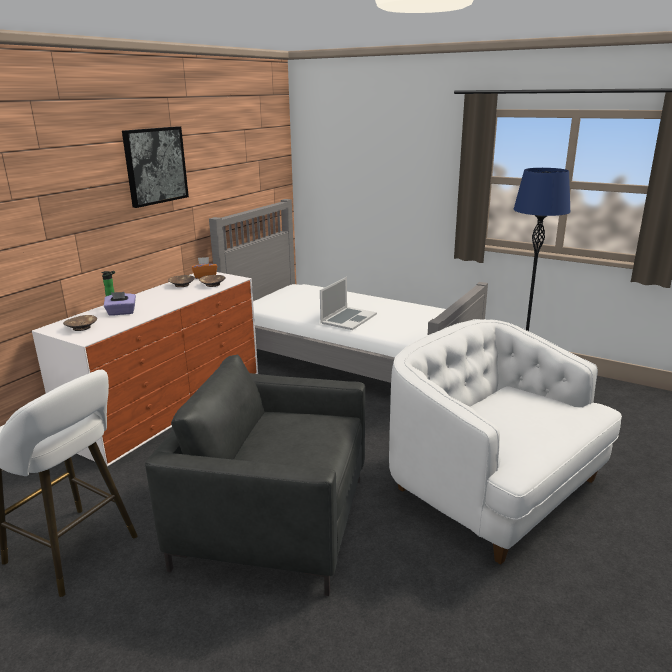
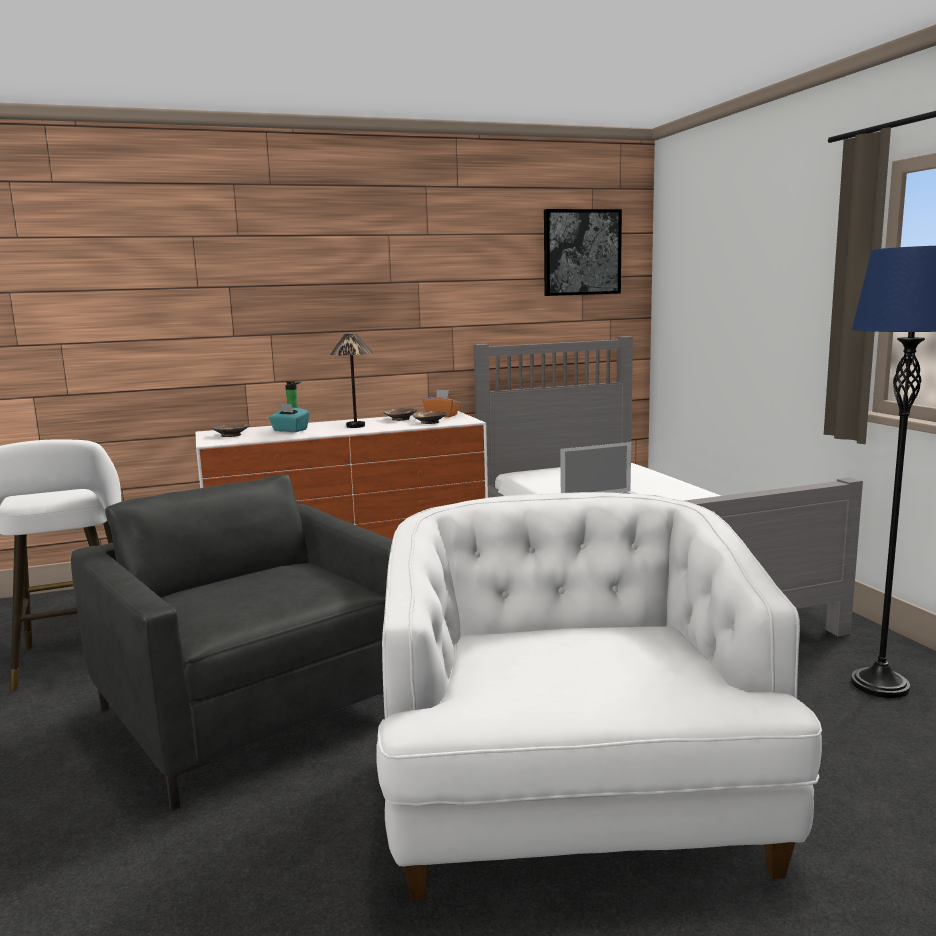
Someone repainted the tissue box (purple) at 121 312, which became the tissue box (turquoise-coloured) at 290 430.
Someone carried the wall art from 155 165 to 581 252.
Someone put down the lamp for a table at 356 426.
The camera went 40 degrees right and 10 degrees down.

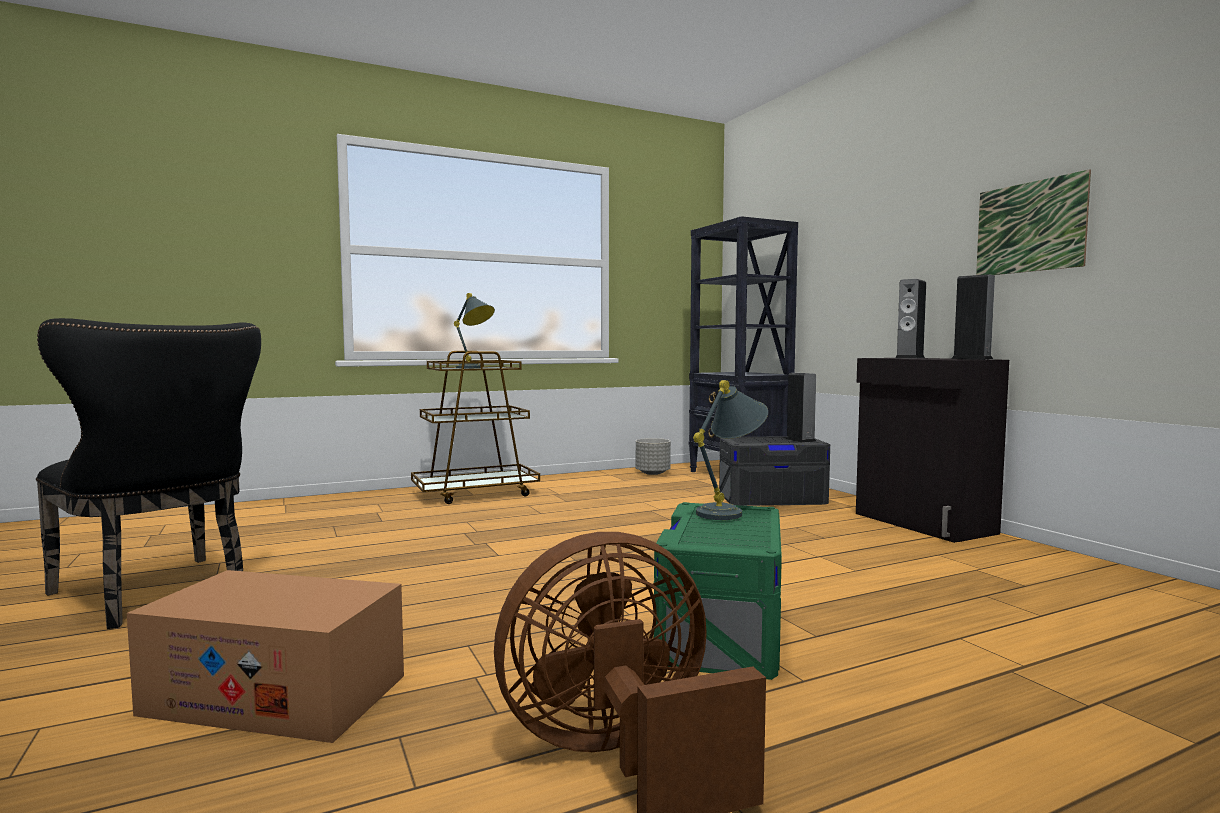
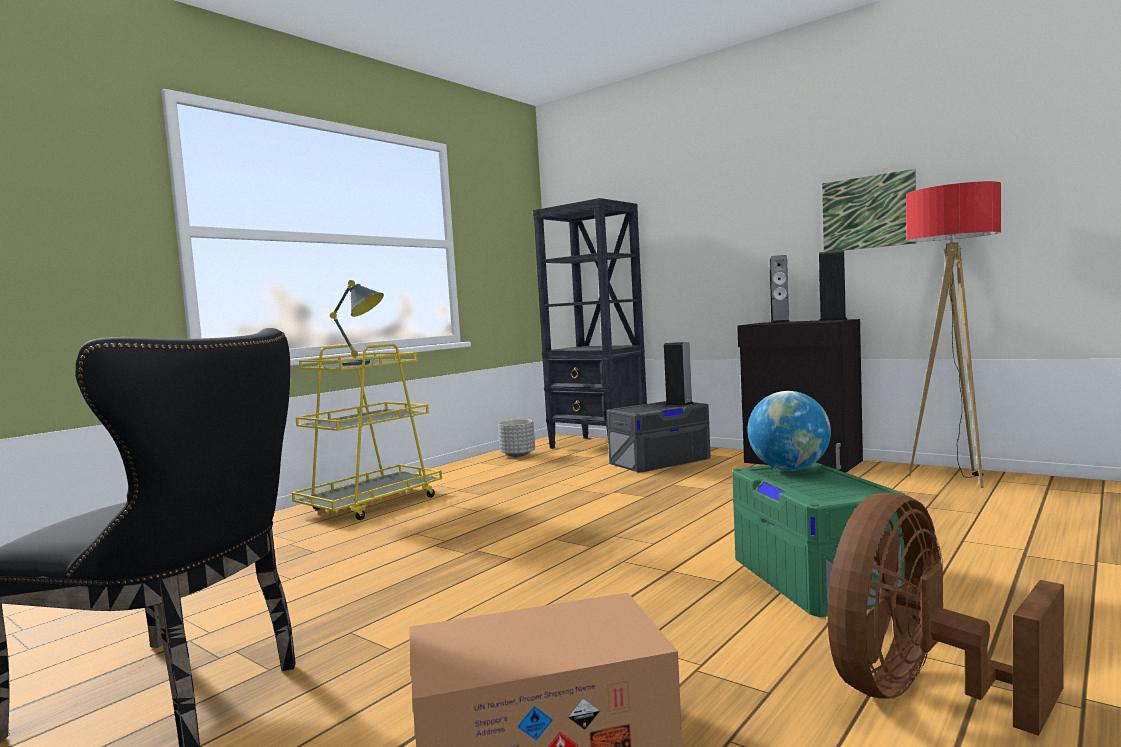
Someone repainted the cart (brown-coloured) at 476 493, which became the cart (yellow-coloured) at 372 504.
Someone swapped the lamp for a table (greyish) at 730 511 for the world globe at 789 469.
Someone put down the standard lamp at 954 478.
The camera went 25 degrees left and 0 degrees up.

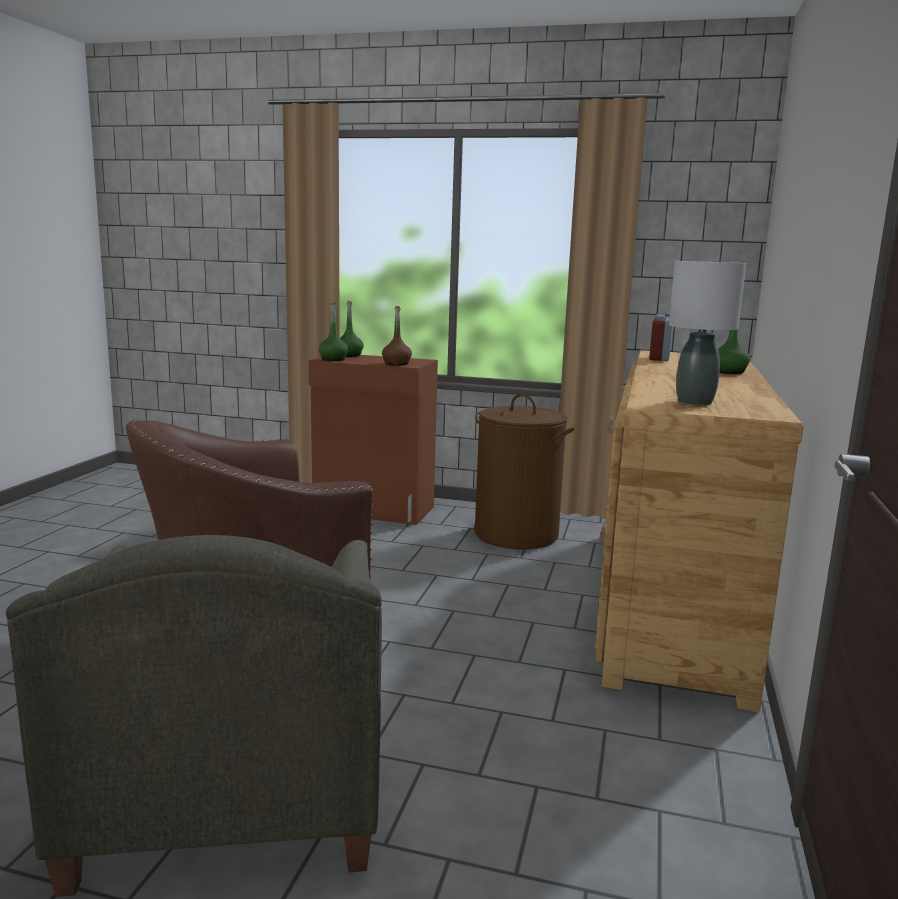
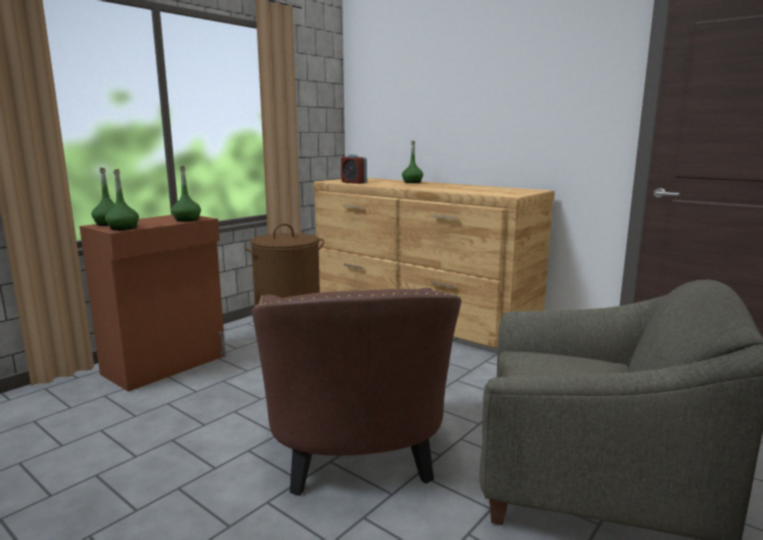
Someone repainted the drink bottle (brown-coloured) at 396 364, which became the drink bottle (green) at 187 220.
Someone took away the lamp for a table (greyish) at 695 402.
The camera went 65 degrees left and 0 degrees up.

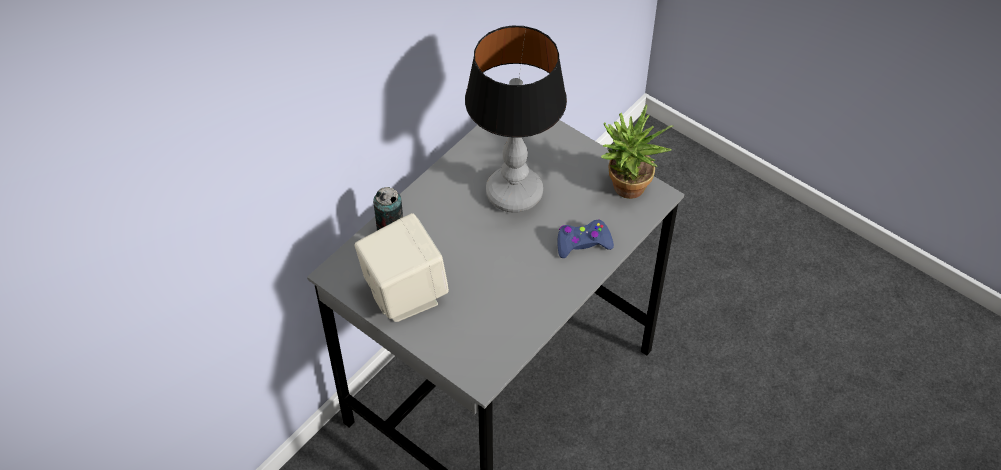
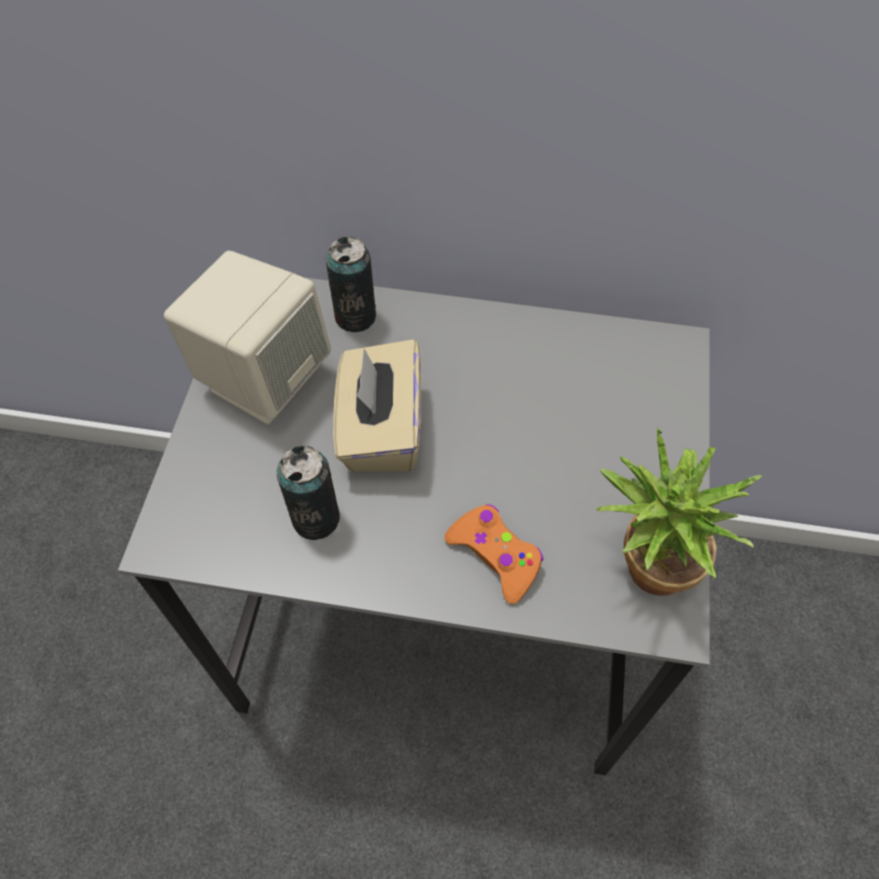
Someone took away the lamp for a table at 513 194.
Someone repainted the joypad (blue) at 583 243, which became the joypad (orange) at 495 555.
Someone put down the can at 315 518.
Someone put down the tissue box (beige) at 380 430.
The camera went 60 degrees right and 5 degrees up.

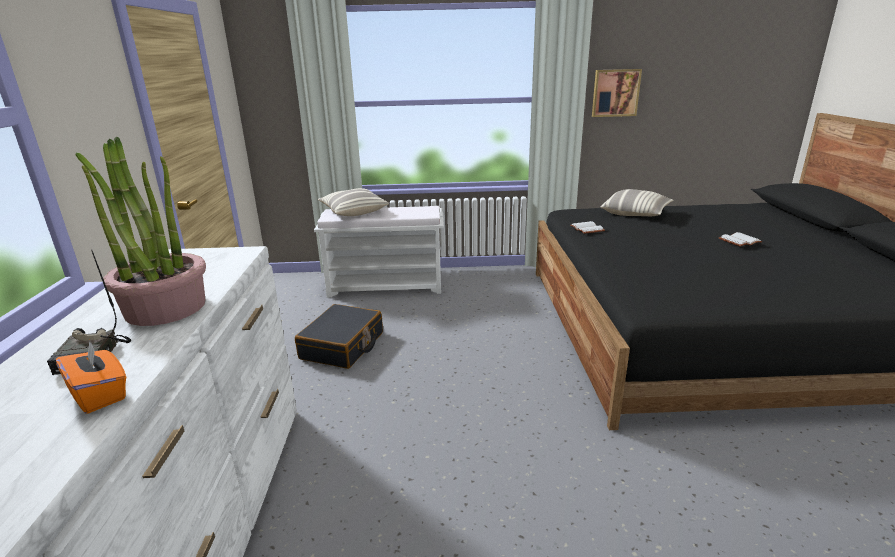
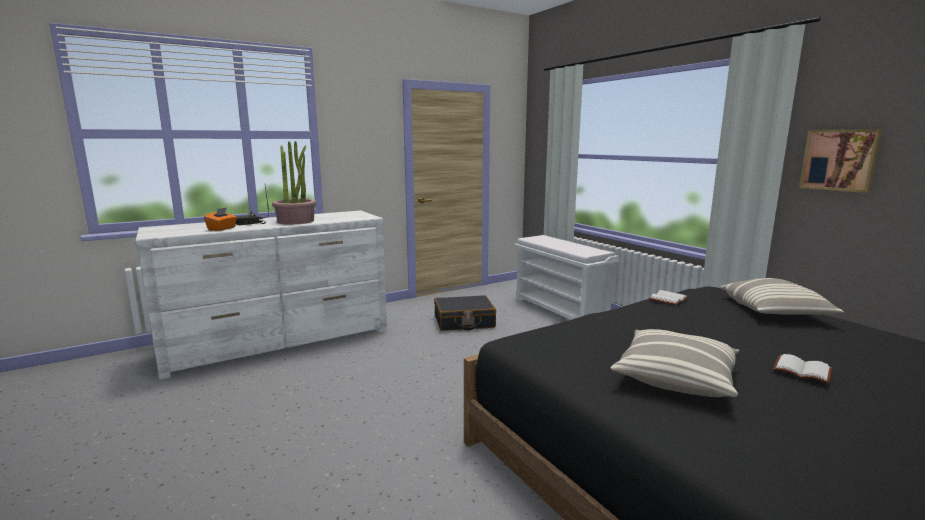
Someone carried the pillow from 353 212 to 675 377.
The camera went 60 degrees right and 10 degrees down.

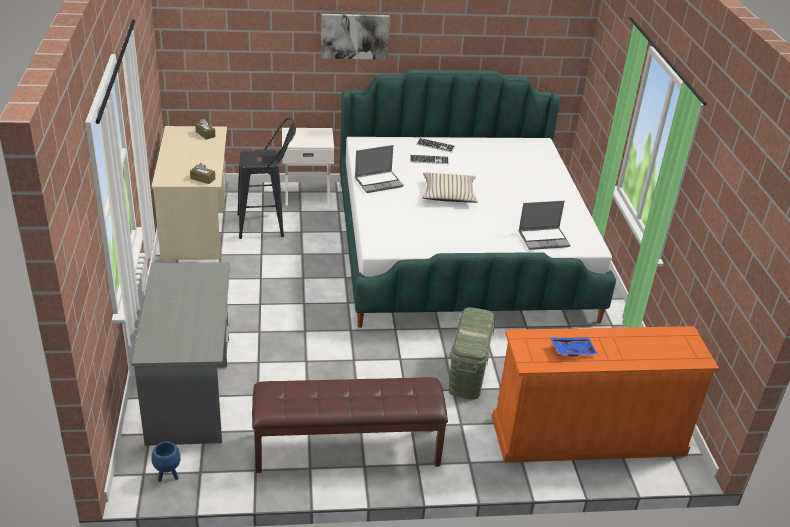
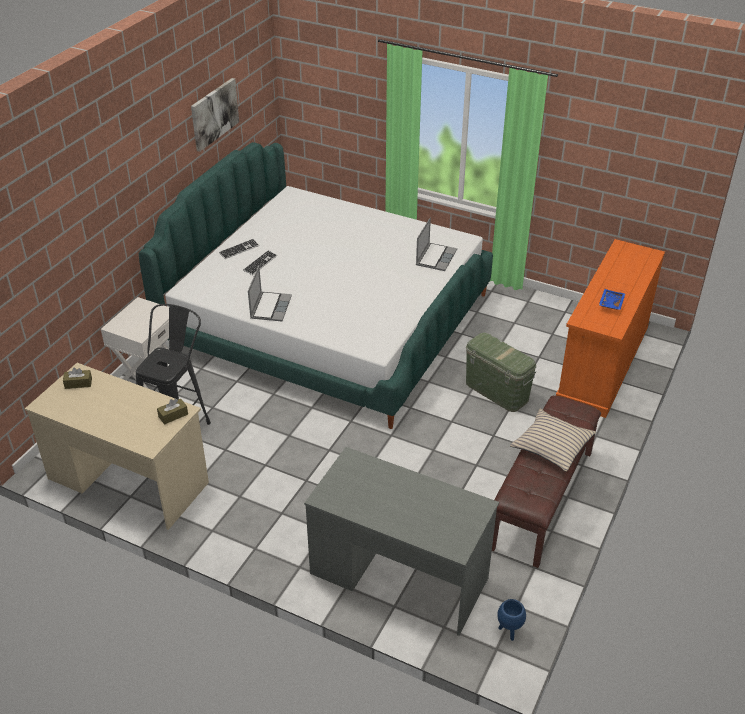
Someone carried the wall art from 354 36 to 214 114.
Someone carried the pillow (beige) from 448 194 to 551 446.
The camera went 55 degrees left and 5 degrees up.

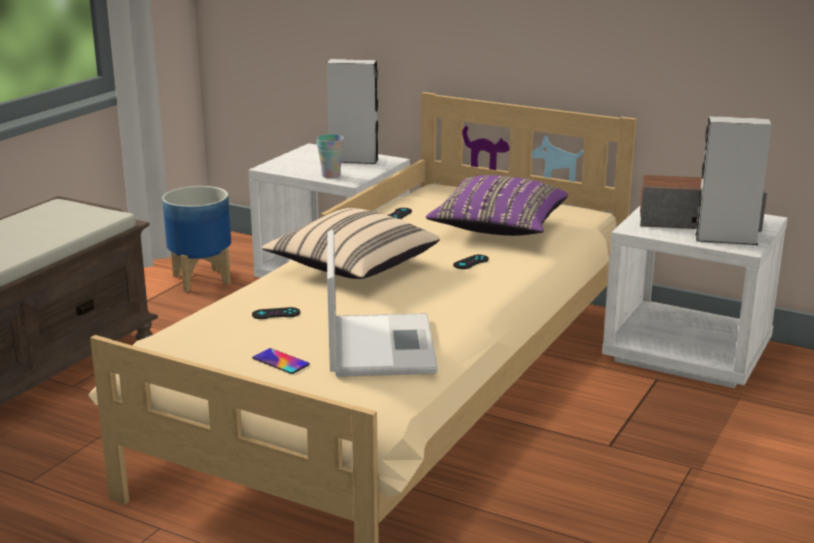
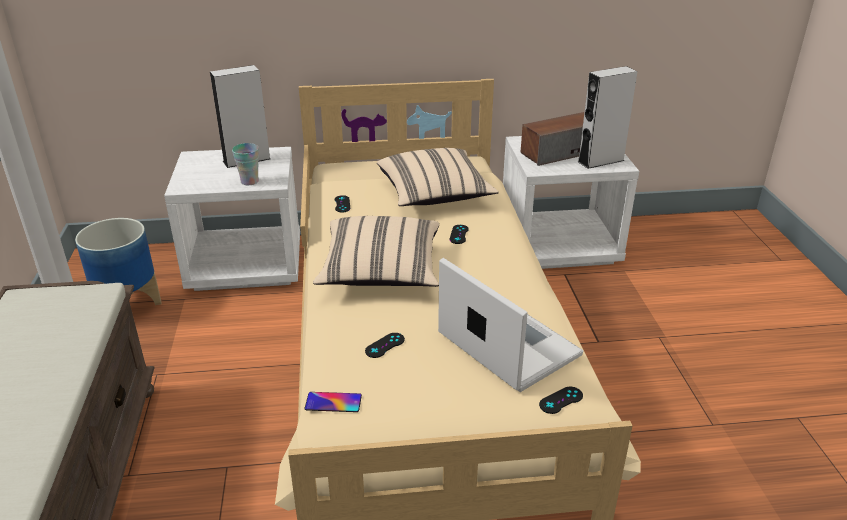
Someone carried the telephone from 280 361 to 333 402.
Someone repainted the pillow (purple) at 498 229, which became the pillow (beige) at 434 195.
Someone put down the joypad (blackish) at 561 400.
The camera went 35 degrees left and 10 degrees up.

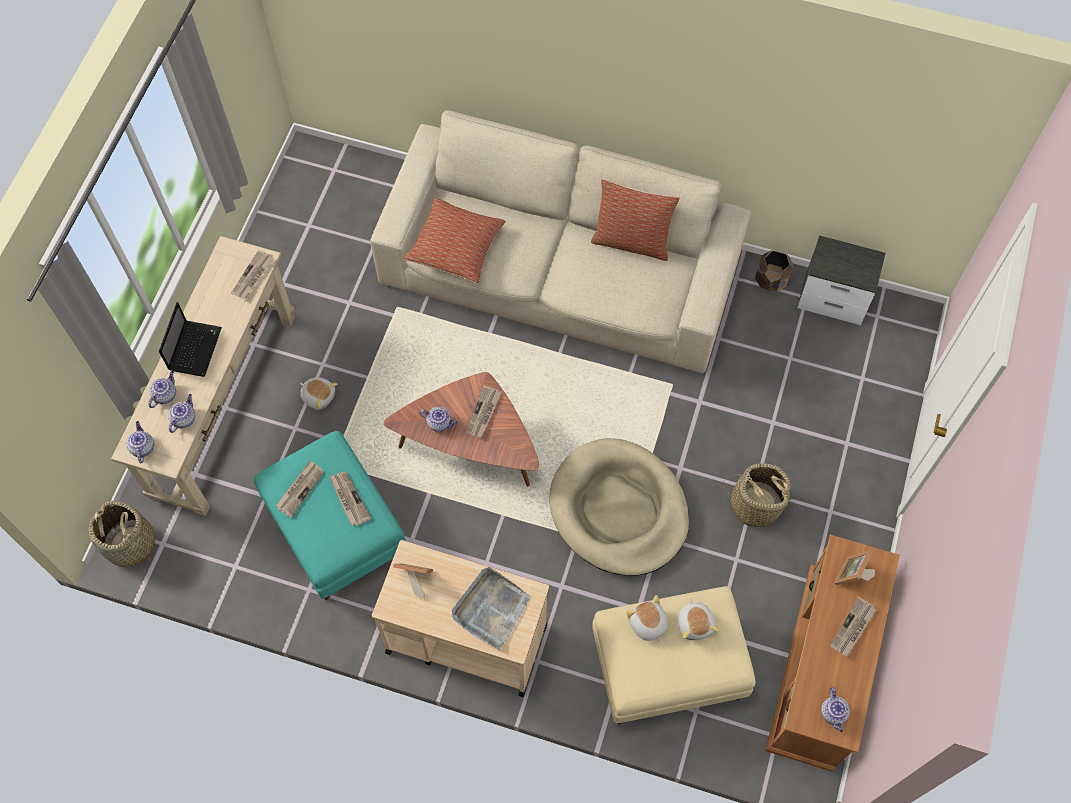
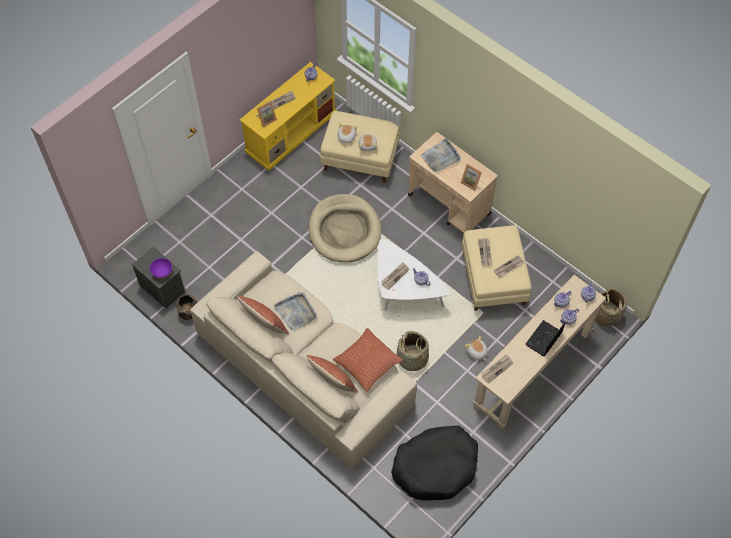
Someone repainted the pouffe (turquoise-coloured) at 335 528, which became the pouffe (beige) at 494 279.
Someone repainted the lounge table (brown-coloured) at 471 446, which became the lounge table (whitish) at 404 291.
Someone carried the household basket from 755 504 to 412 359.
Someone repainted the media console (brown-coloured) at 822 667, which became the media console (yellow-coloured) at 291 131.
Someone put down the deep dish (purple) at 162 272.
Someone put down the tray (greyish) at 296 312.
Someone put down the pillow at 332 383.
Someone put down the dog bed (blackish) at 435 466.
The camera went 155 degrees left and 5 degrees down.

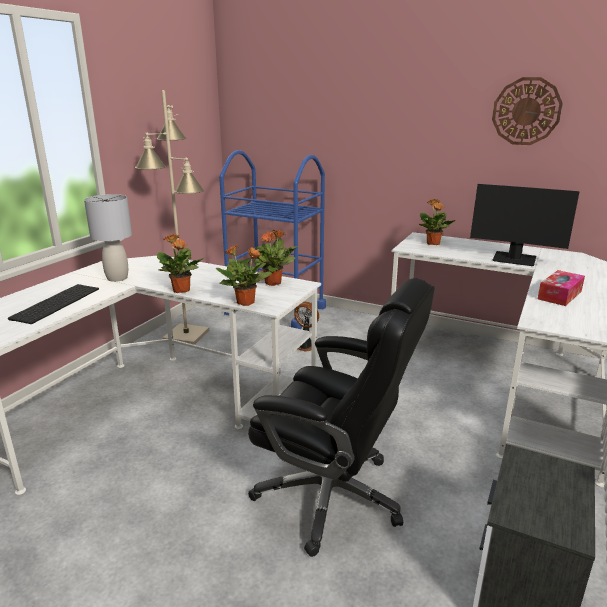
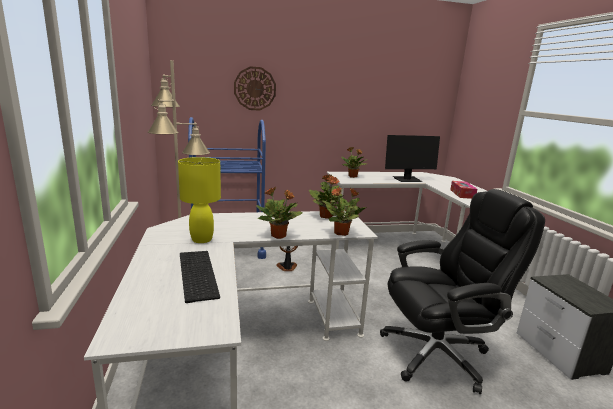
Someone repainted the lamp for a table (greyish) at 117 278, which became the lamp for a table (yellow-coloured) at 201 239.
Someone carried the clock on the wall from 526 111 to 255 88.
The camera went 40 degrees left and 5 degrees down.

